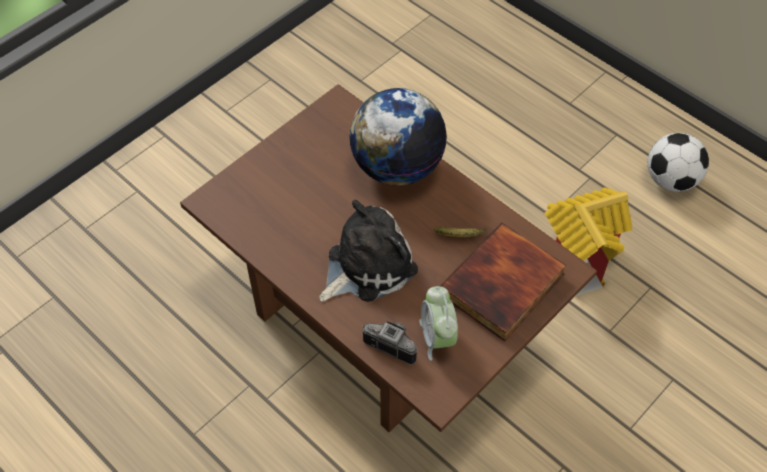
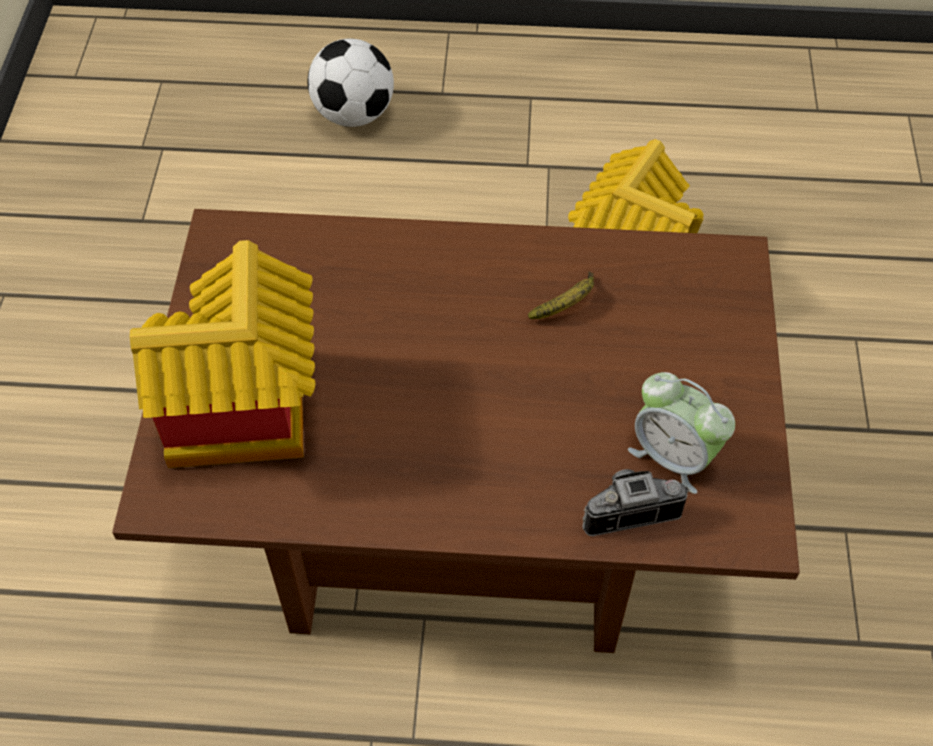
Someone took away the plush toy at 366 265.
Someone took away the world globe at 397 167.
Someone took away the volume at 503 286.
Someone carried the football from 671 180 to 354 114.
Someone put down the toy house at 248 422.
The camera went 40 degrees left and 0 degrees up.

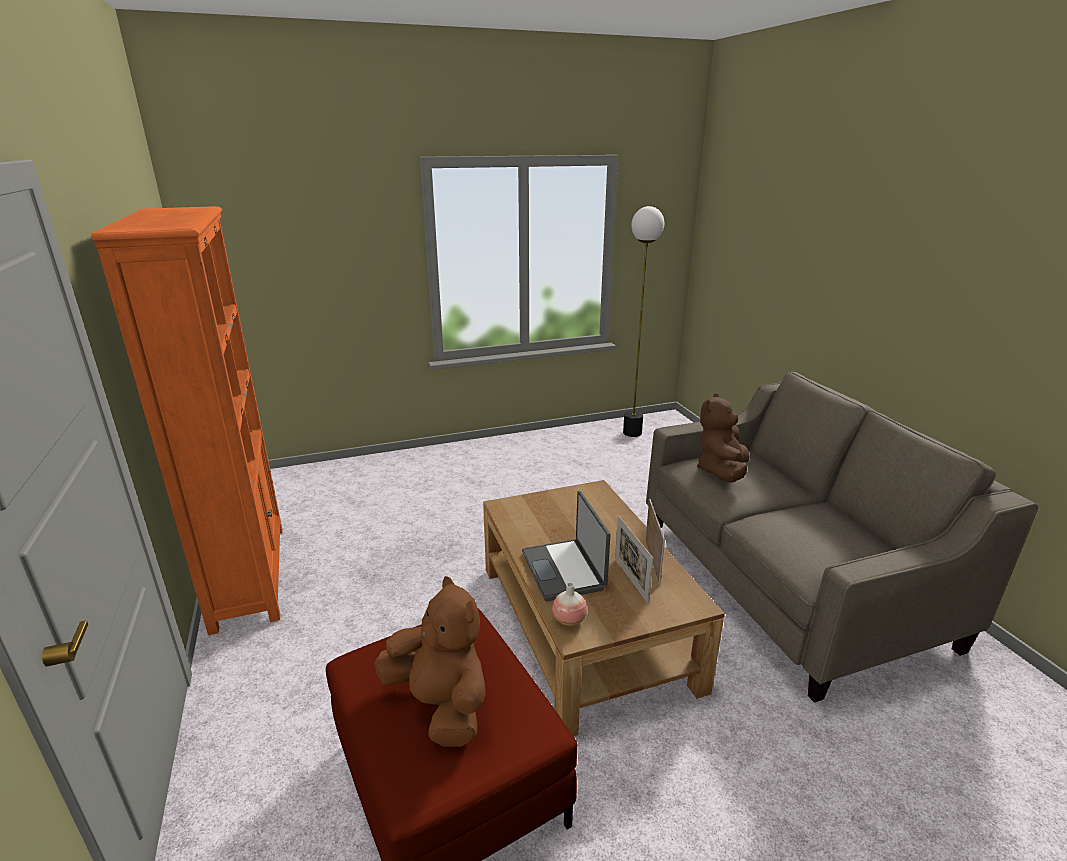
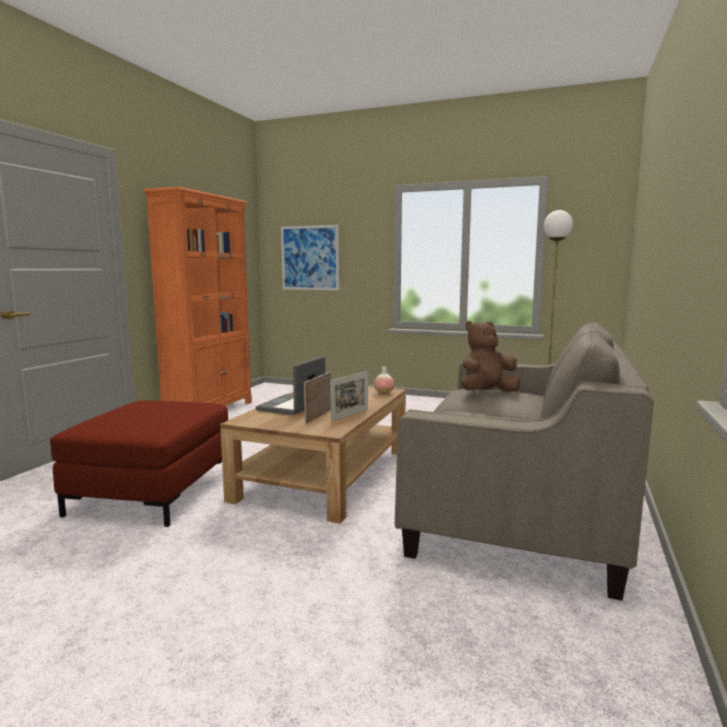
Someone took away the plush toy (brown-coloured) at 440 705.
Someone carried the flower vase from 569 620 to 384 392.
Someone put up the wall art at 310 258.
The camera went 40 degrees right and 15 degrees down.

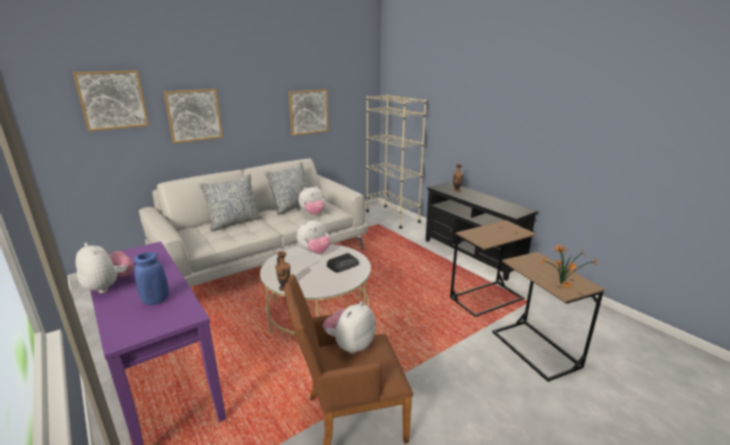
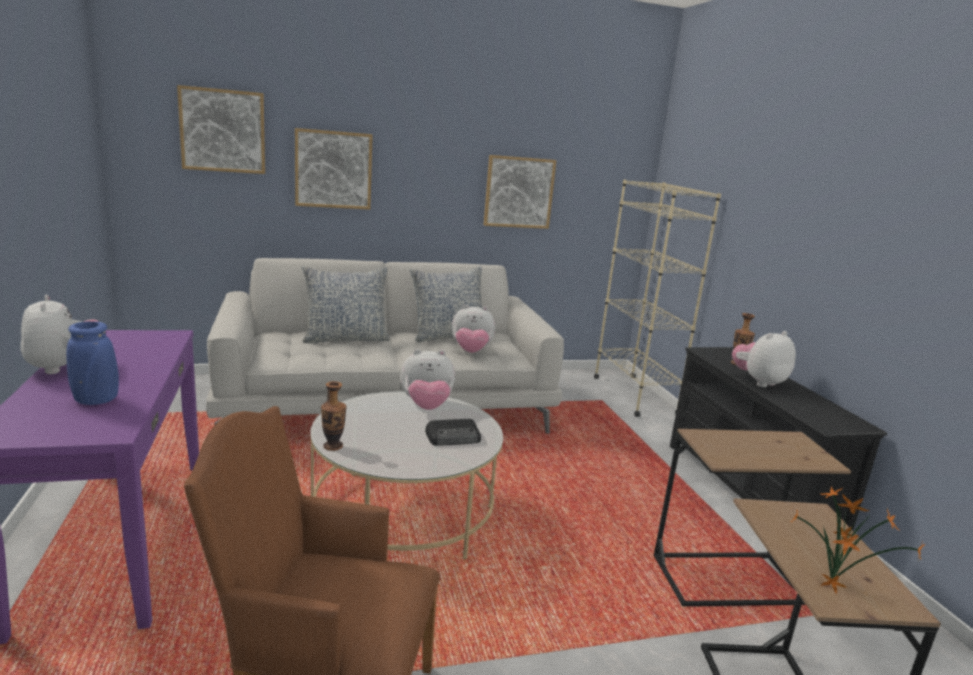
Someone carried the plush toy from 350 345 to 758 382.
The camera went 20 degrees right and 5 degrees down.

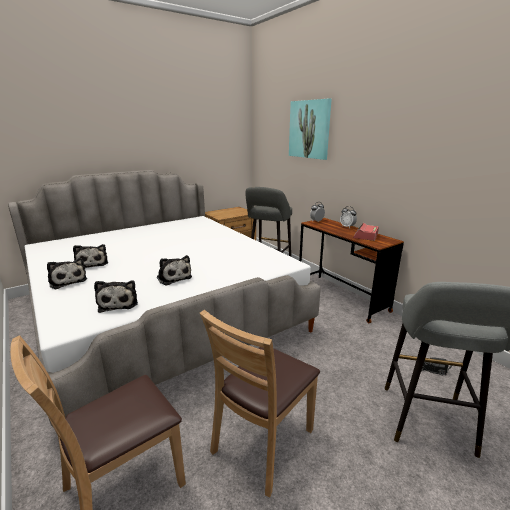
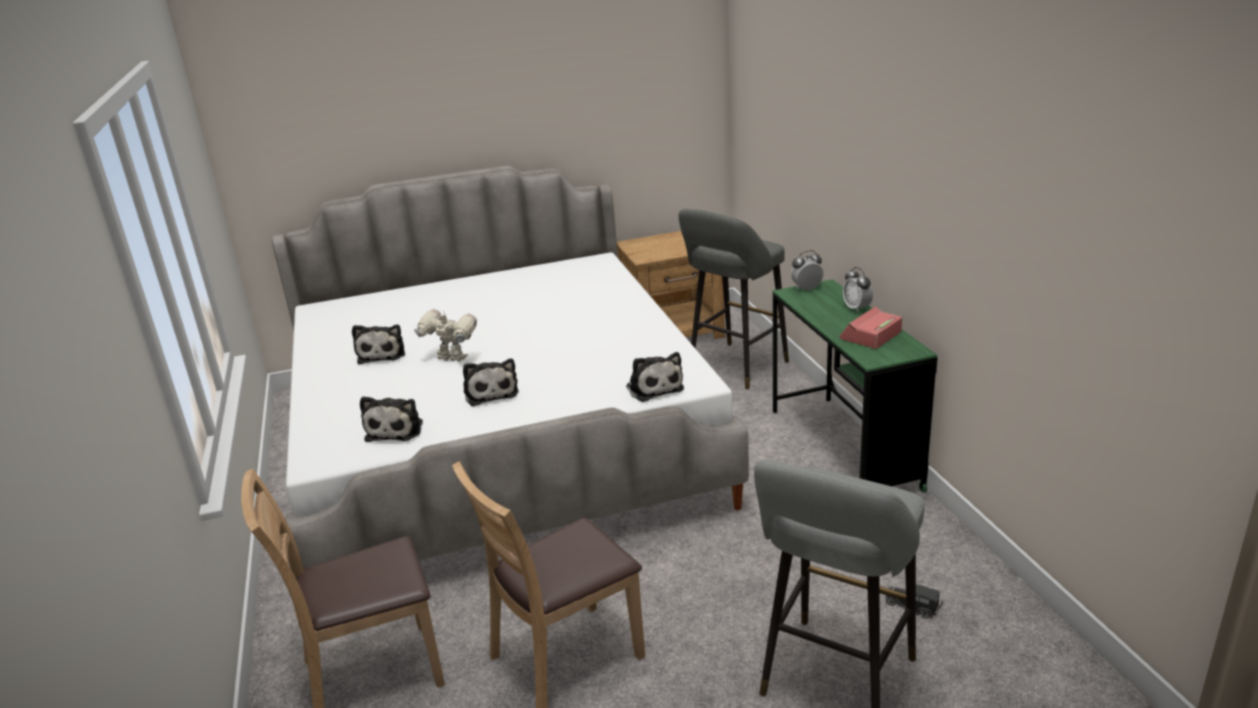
Someone carried the plush toy from 67 281 to 653 387.
Someone took away the wall art at 309 129.
Someone repainted the desk table (brown-coloured) at 341 297, which became the desk table (green) at 843 448.
Someone put down the toy robot at 451 359.
The camera went 20 degrees right and 5 degrees up.

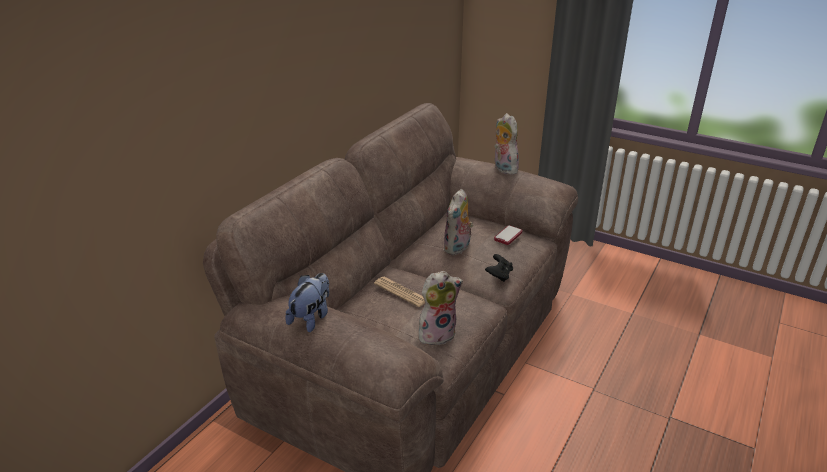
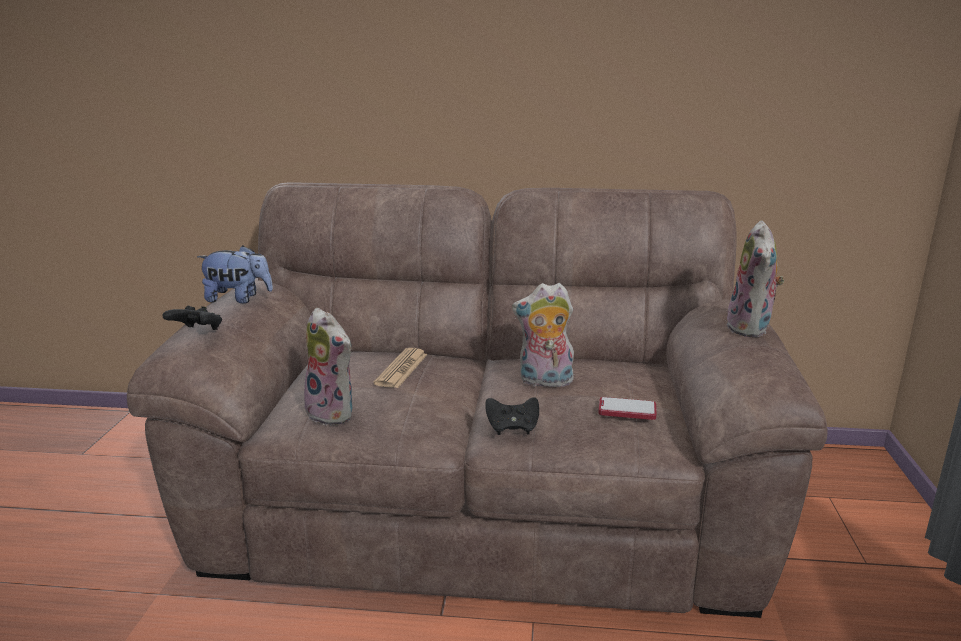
Someone rotated the plush toy at 503 169 by 150 degrees clockwise.
Someone put down the joypad (blackish) at 197 332.
The camera went 65 degrees right and 10 degrees down.

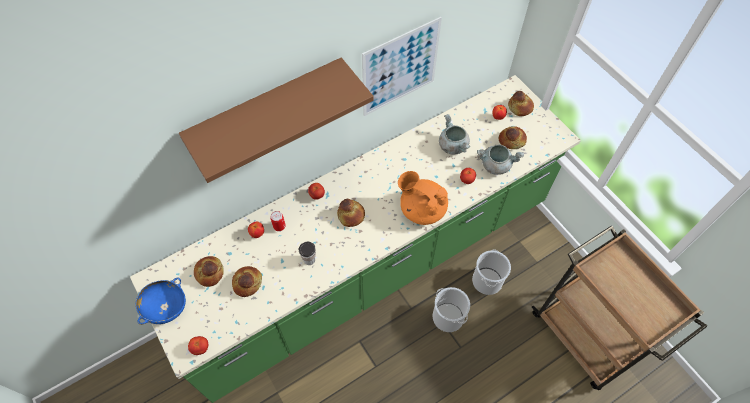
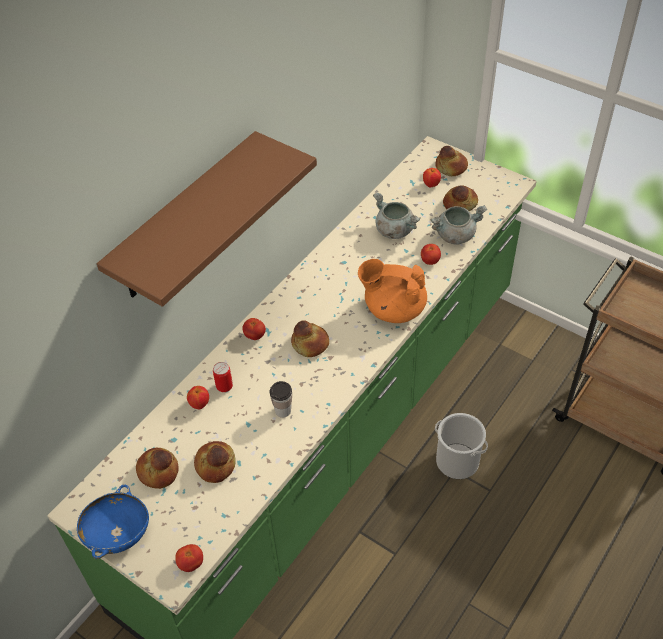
Someone took away the wall art at 400 68.
Someone took away the bucket at 487 281.
The camera went 20 degrees left and 10 degrees down.

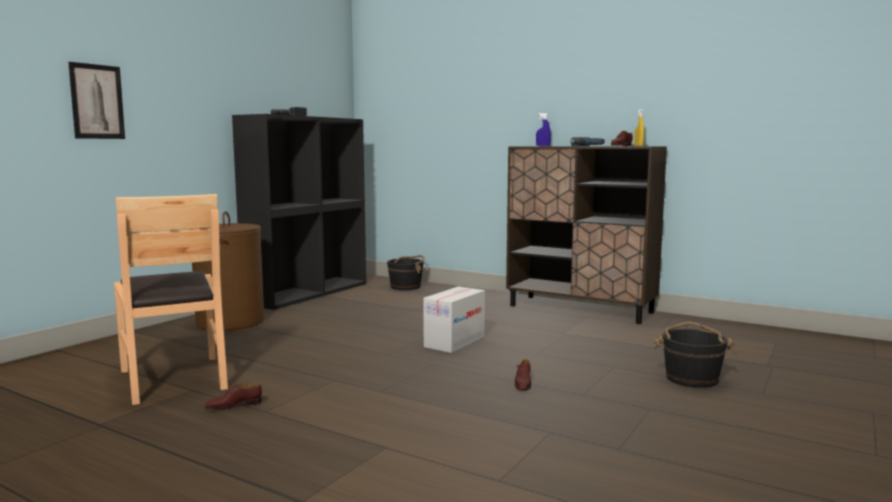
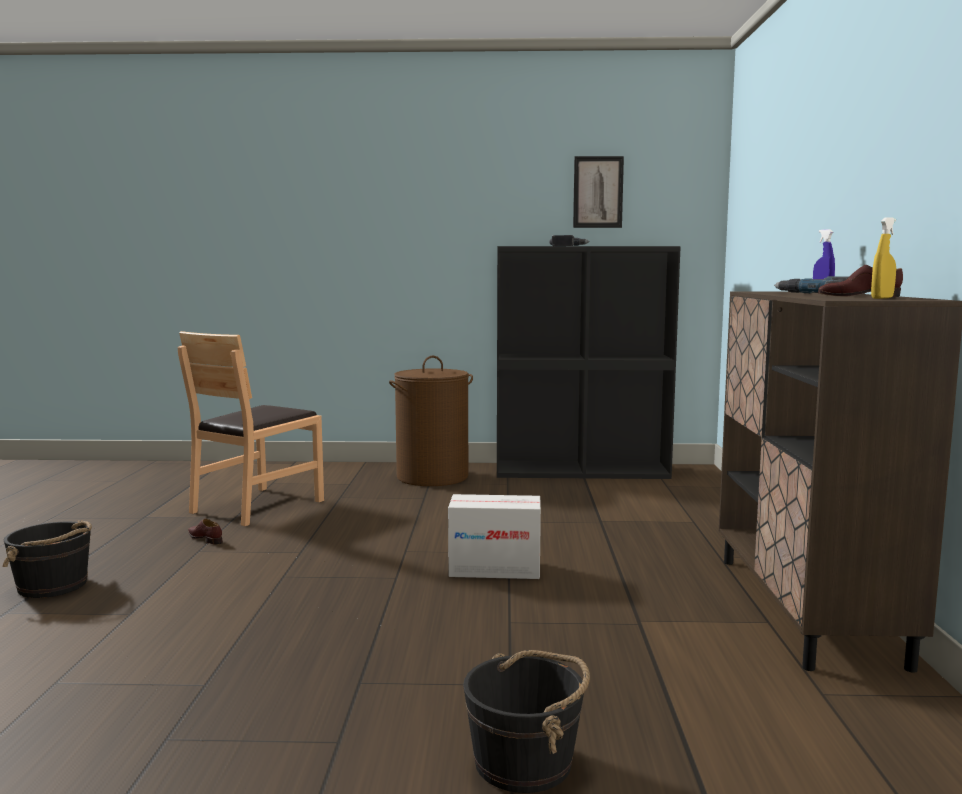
Someone carried the wall art from 97 101 to 598 192.
Someone carried the bucket (blackish) from 406 287 to 53 586.
Someone took away the shoe (brown-coloured) at 523 384.
The camera went 60 degrees right and 0 degrees up.

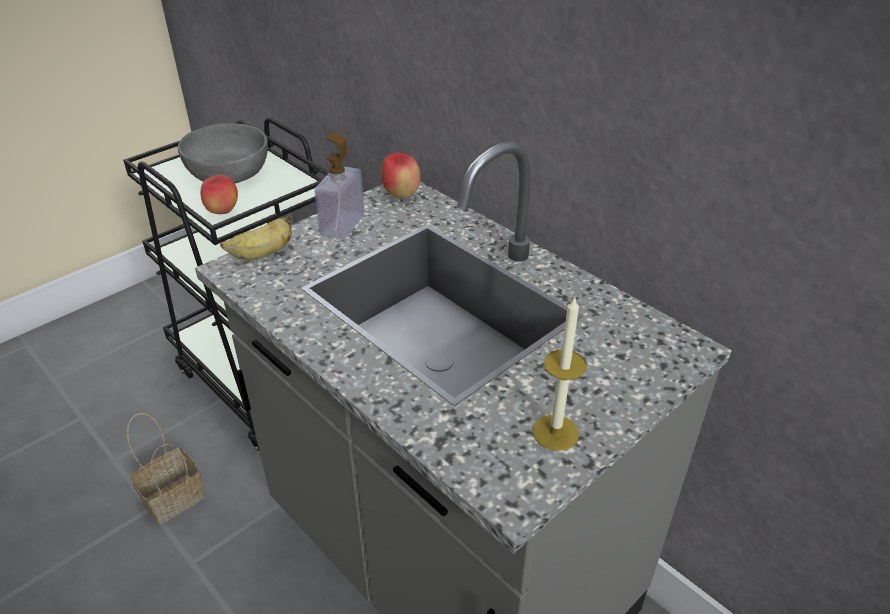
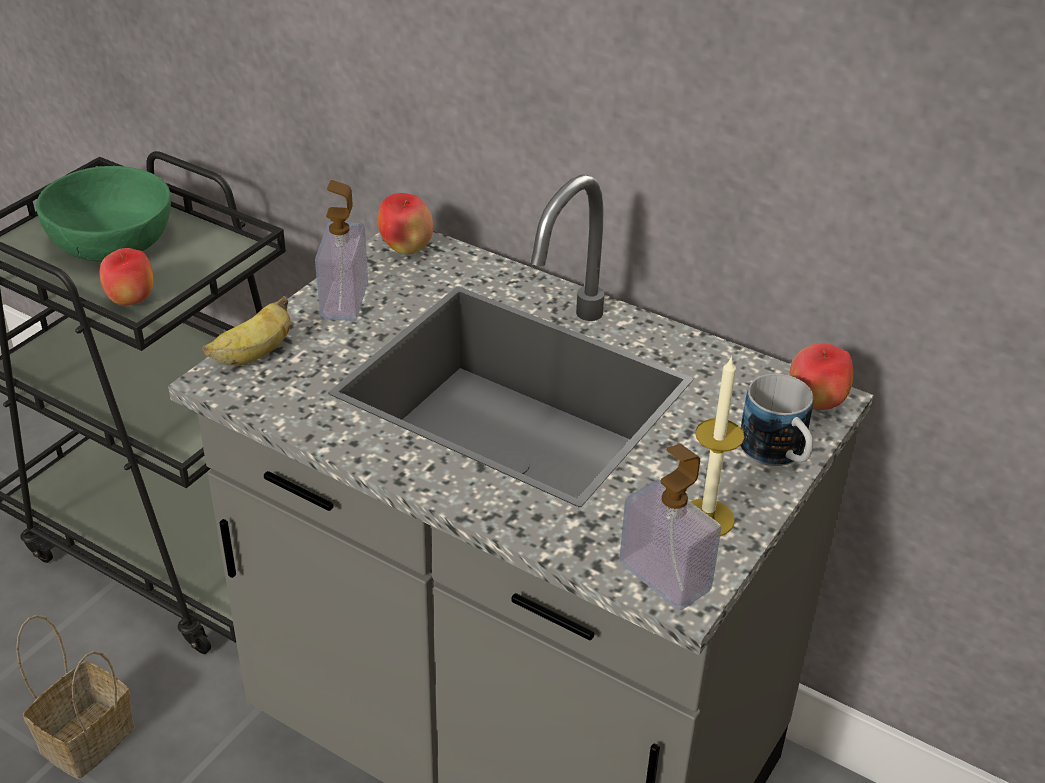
Someone repainted the deep dish (greyish) at 229 173, which became the deep dish (green) at 113 241.
Someone put down the liquid soap bottle at 664 576.
Someone put down the mug at 778 455.
Someone put down the apple at 815 403.
The camera went 15 degrees left and 0 degrees up.

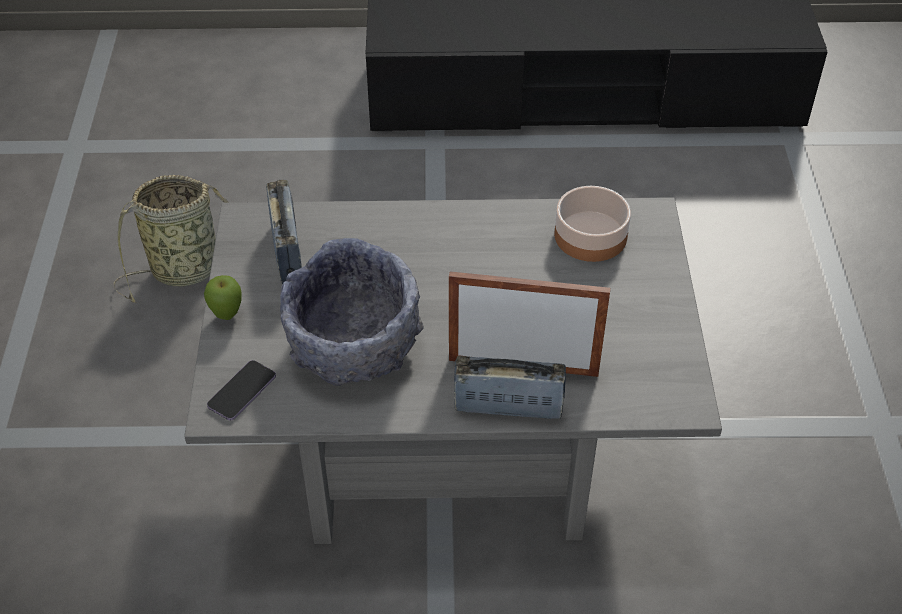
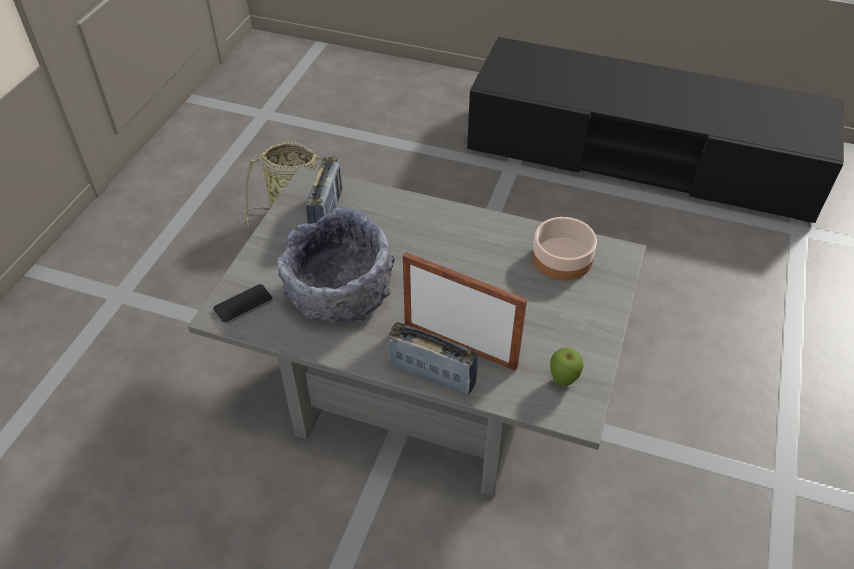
Someone carried the apple from 227 315 to 563 381.
The camera went 20 degrees right and 0 degrees up.

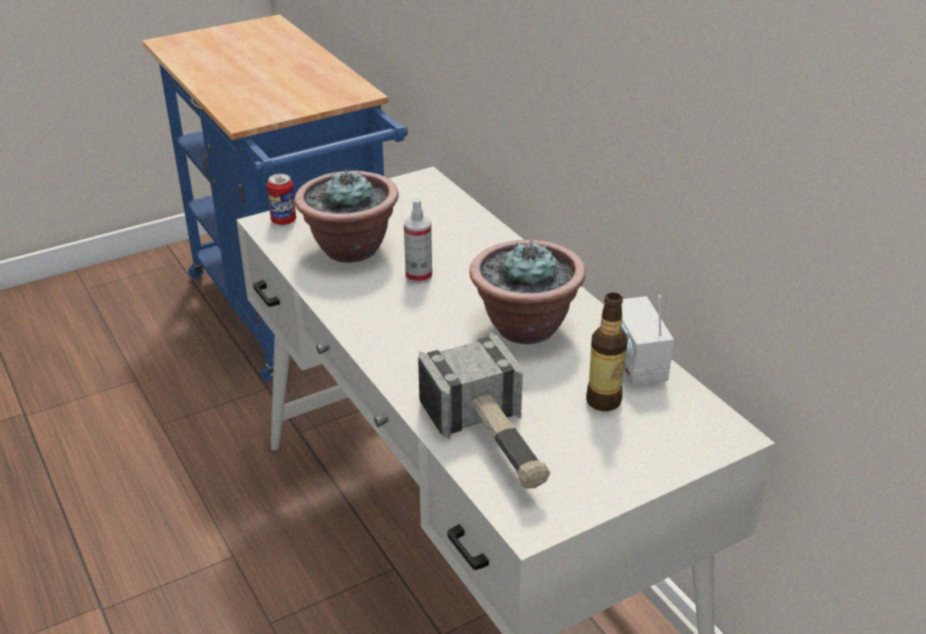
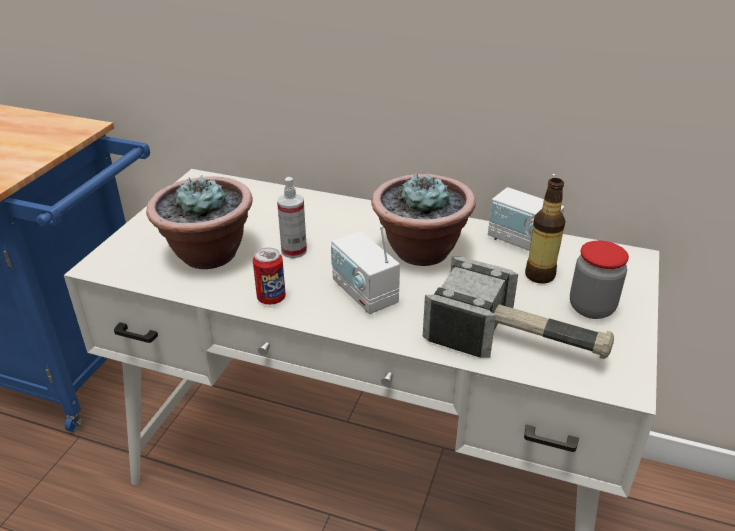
Someone carried the can from 283 221 to 271 298.
Someone put down the radio set at 364 293.
Someone put down the preserve jar at 591 308.
The camera went 40 degrees left and 0 degrees up.

